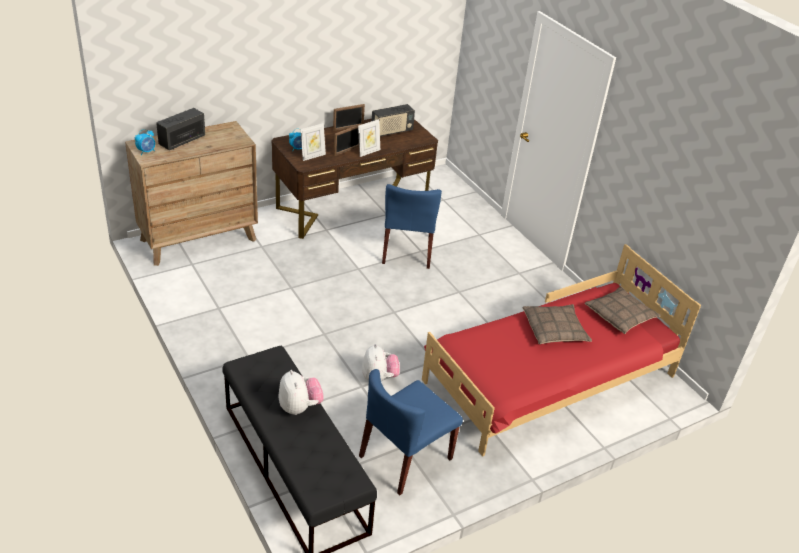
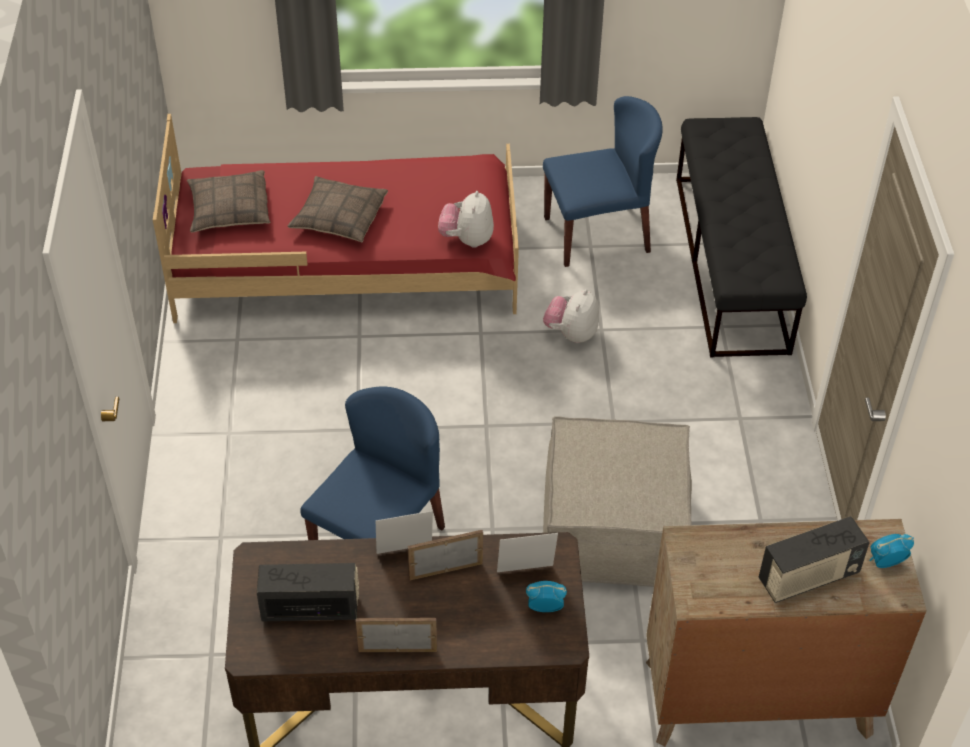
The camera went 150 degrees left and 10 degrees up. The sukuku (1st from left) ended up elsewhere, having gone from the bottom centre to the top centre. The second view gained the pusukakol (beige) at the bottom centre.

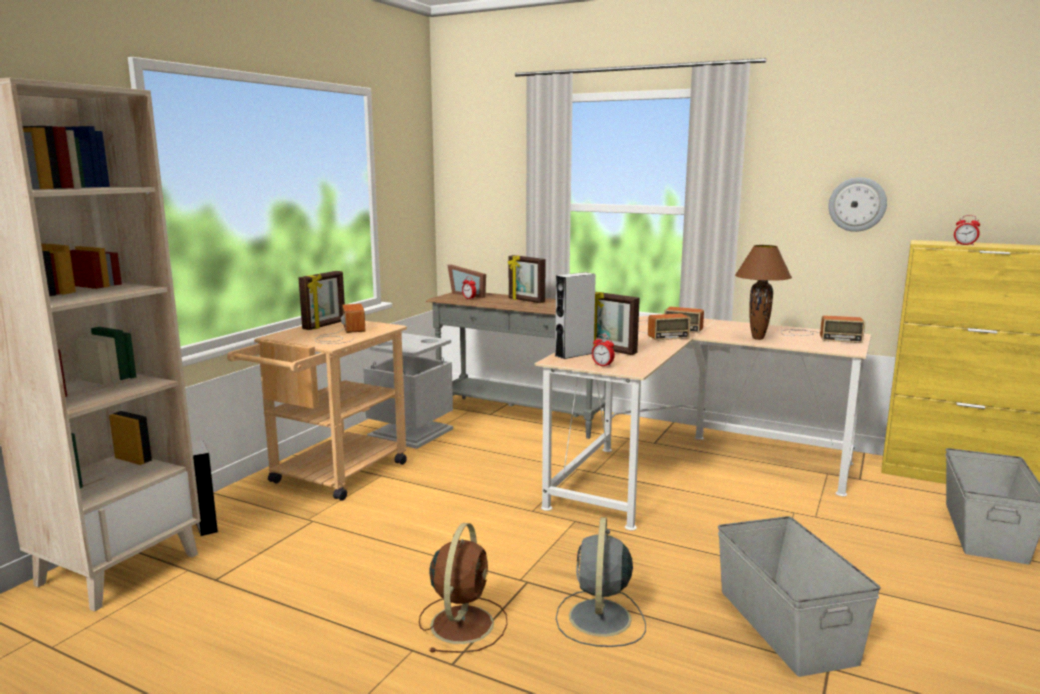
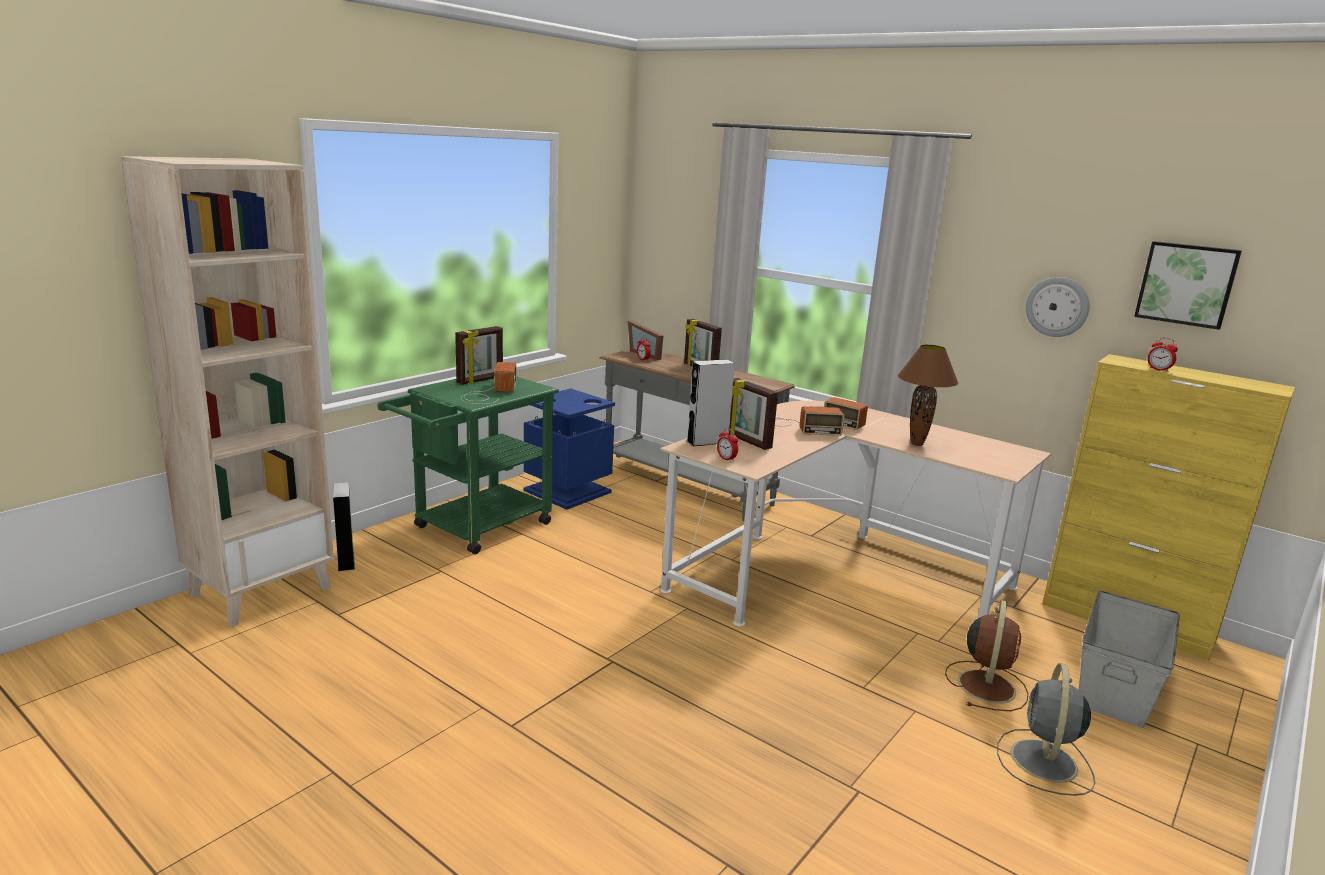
The camera went 10 degrees right and 5 degrees up. The second view lost the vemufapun (4th from left) at the middle right. What was the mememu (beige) at the middle left turned into the mememu (green) at the centre. What was the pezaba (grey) at the centre turned into the pezaba (blue) at the centre. The second view lost the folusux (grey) (1st from left) at the bottom right. The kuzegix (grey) ended up elsewhere, having gone from the bottom centre to the bottom right. The kuzegix (brown) ended up elsewhere, having gone from the bottom centre to the bottom right. The second view gained the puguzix at the top right.

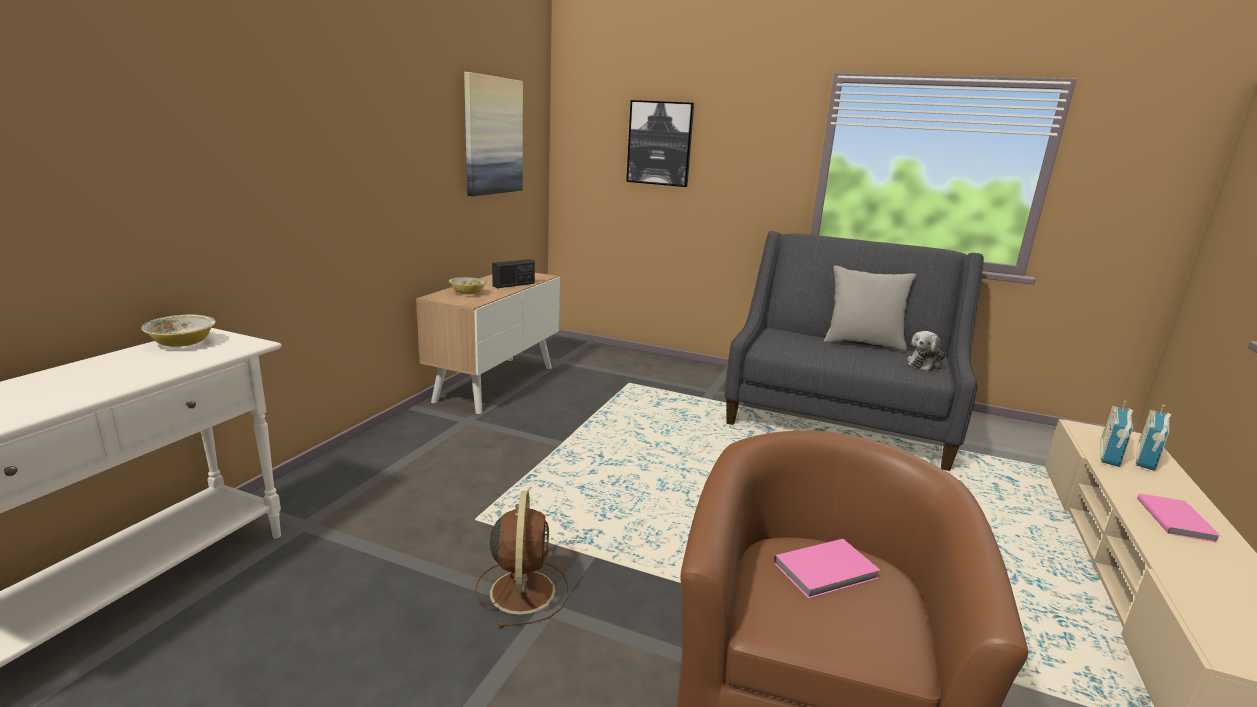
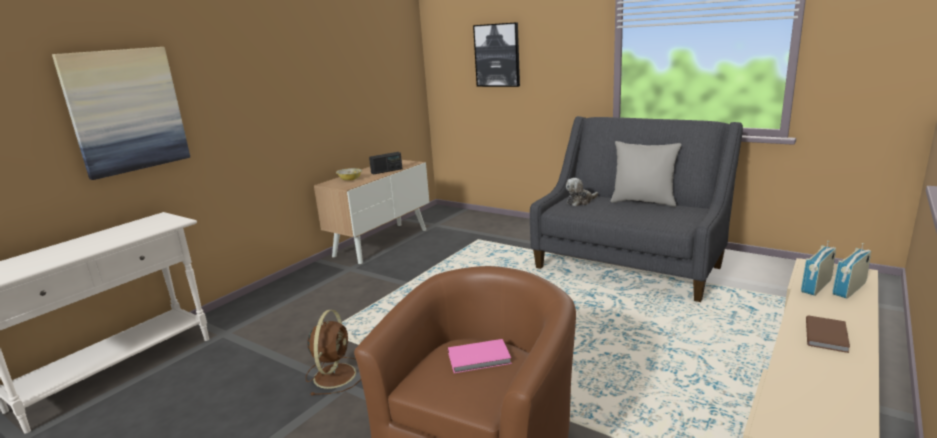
The camera went 15 degrees right and 0 degrees up. The puguzix (1st from left) ended up elsewhere, having gone from the top centre to the top left. The second view lost the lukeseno (1st from left) at the middle left. The sukuku ended up elsewhere, having gone from the middle right to the centre. What was the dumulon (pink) (2nd from left) at the bottom right turned into the dumulon (brown) at the bottom right.

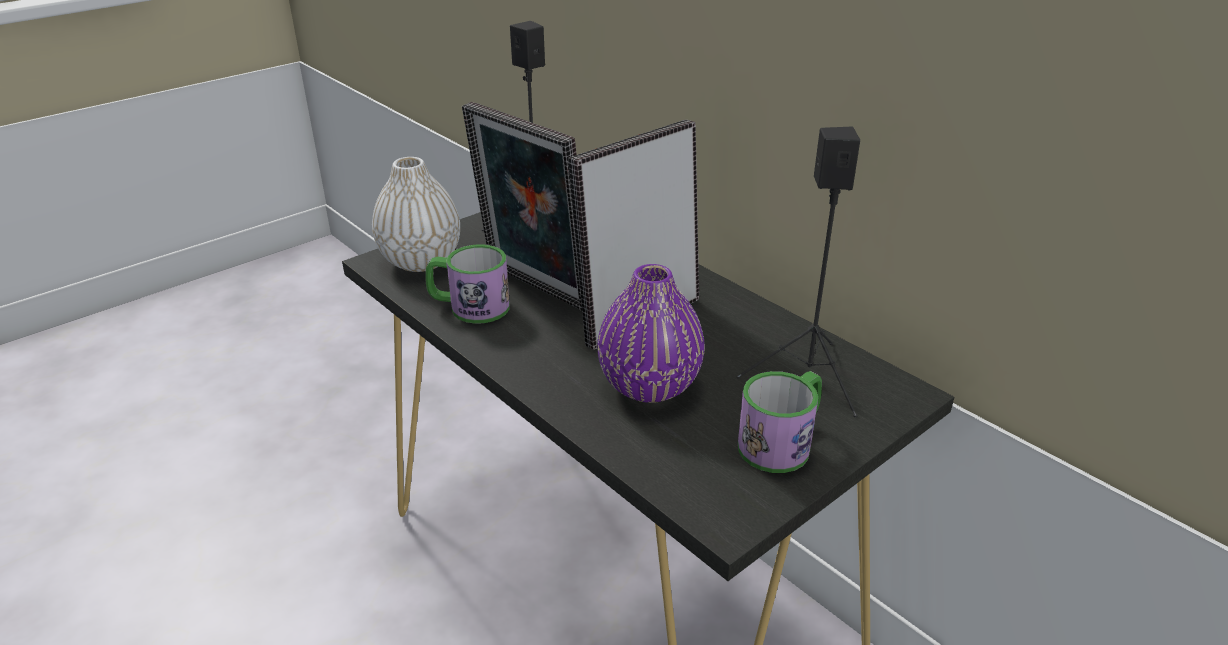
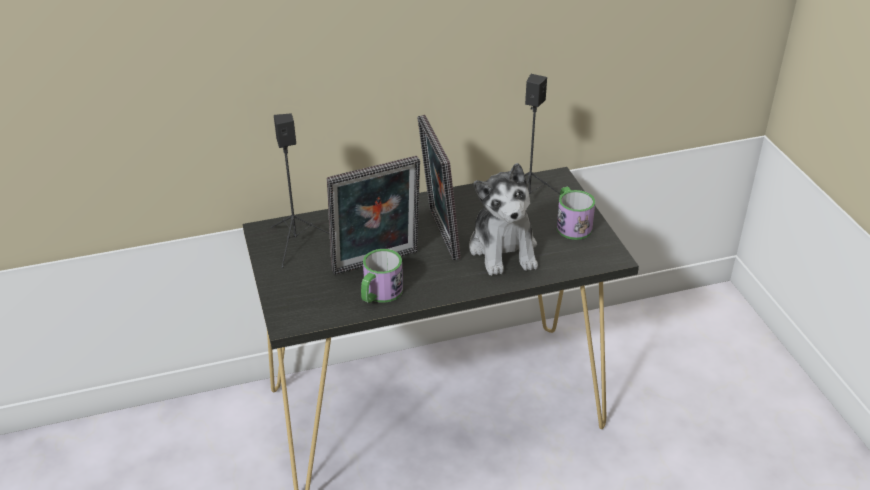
The camera went 65 degrees left and 5 degrees up. The second view lost the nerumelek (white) at the top centre. Where the nerumelek (purple) stood at the centre, the sukuku came to stand at the centre.

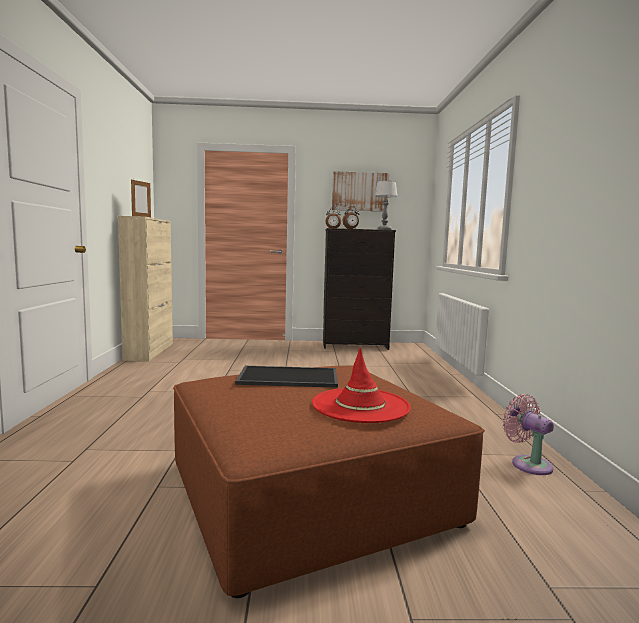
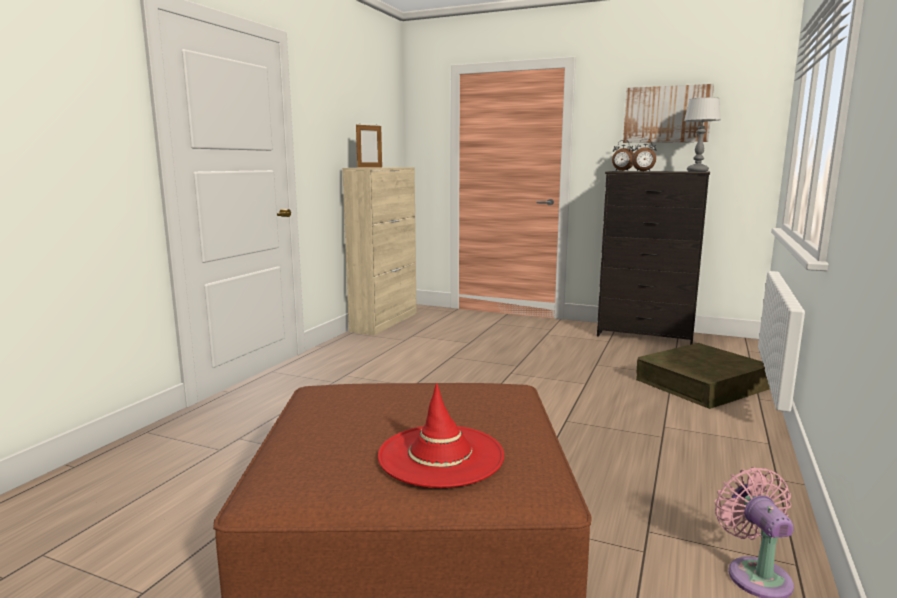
The camera went 25 degrees right and 5 degrees up. The second view lost the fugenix at the centre. The second view gained the folusux (brown) at the middle right.

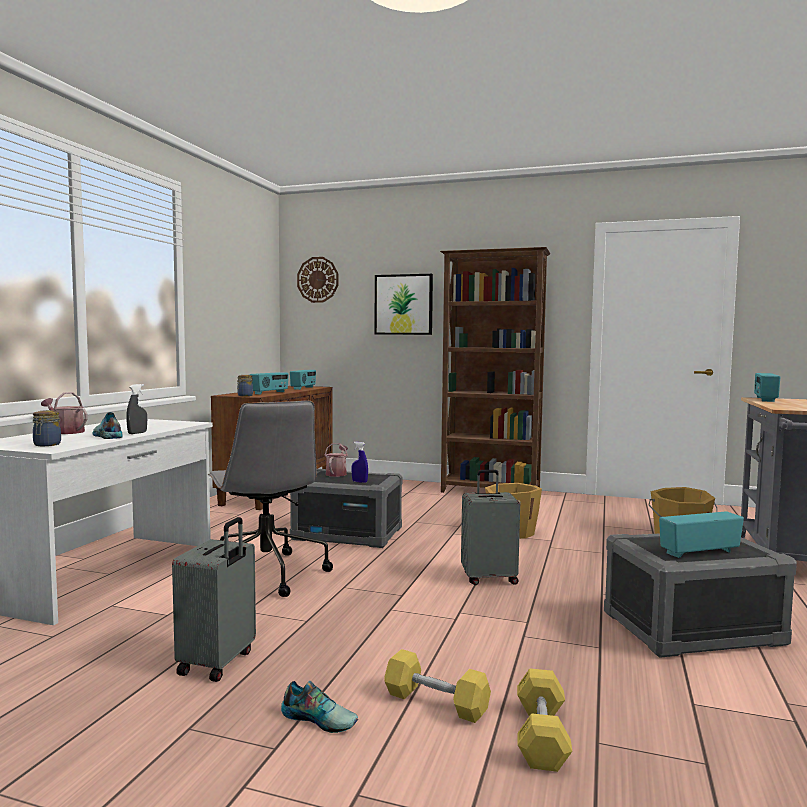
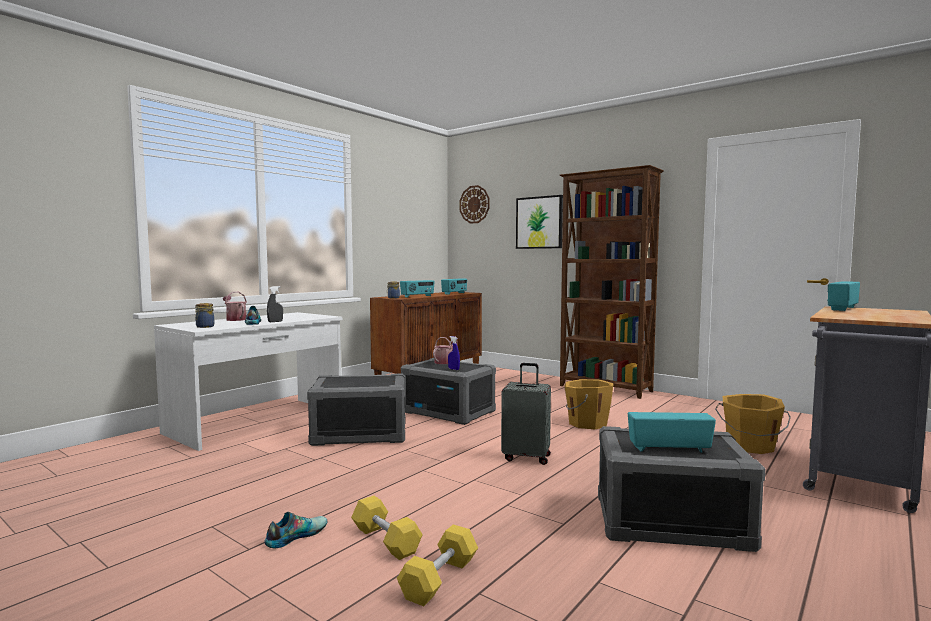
The camera went 20 degrees right and 0 degrees up. Where the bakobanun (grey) stood at the centre, the folusux (grey) (1st from left) came to stand at the centre. The second view lost the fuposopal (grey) (1st from left) at the bottom left. The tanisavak (2nd from left) at the bottom centre ended up facing another way, 90 degrees counterclockwise from before.

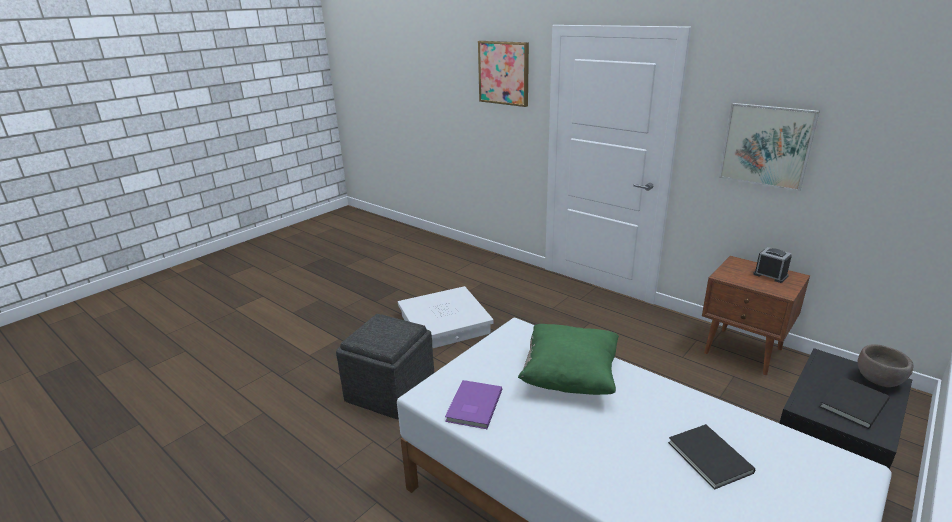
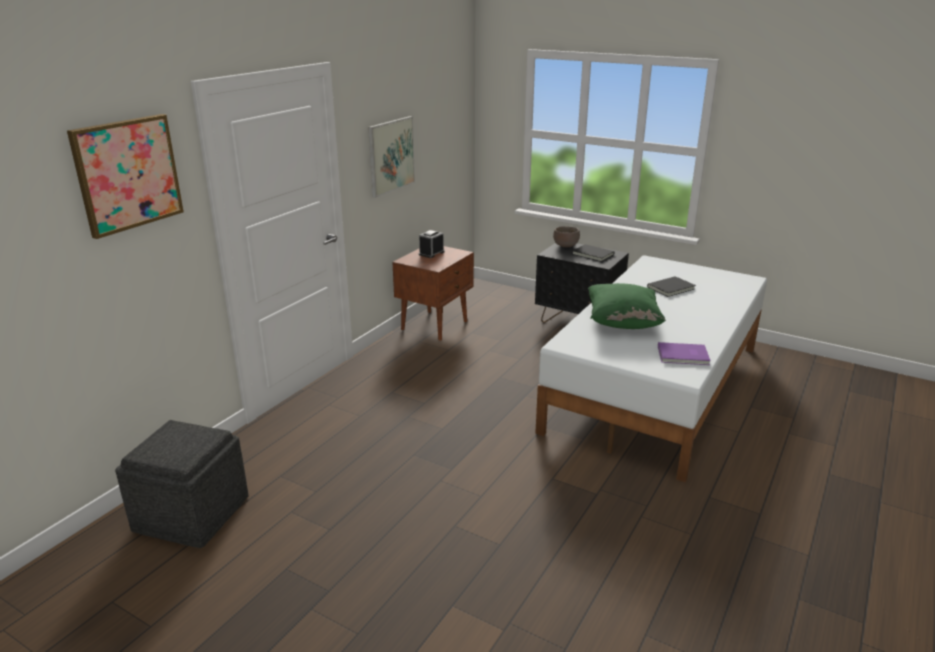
The camera went 100 degrees left and 0 degrees up. The second view lost the folusux (white) at the centre. The pusukakol (grey) ended up elsewhere, having gone from the bottom centre to the bottom left.

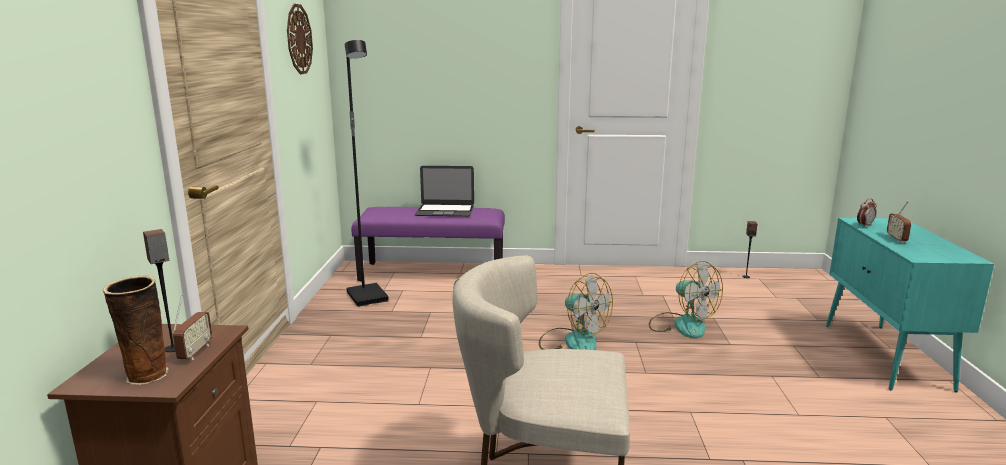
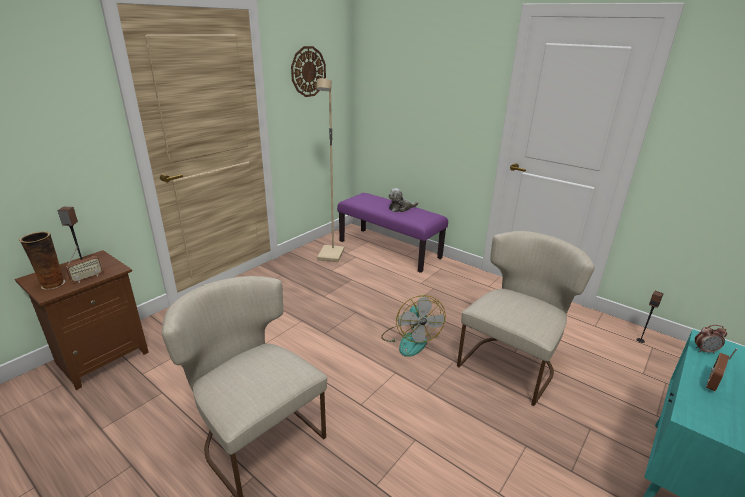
The camera went 35 degrees right and 10 degrees up. What was the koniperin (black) at the centre turned into the koniperin (beige) at the centre. Where the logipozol stood at the centre, the sukuku came to stand at the centre. Where the kuzegix (2nd from left) stood at the middle right, the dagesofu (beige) (2nd from left) came to stand at the middle right.

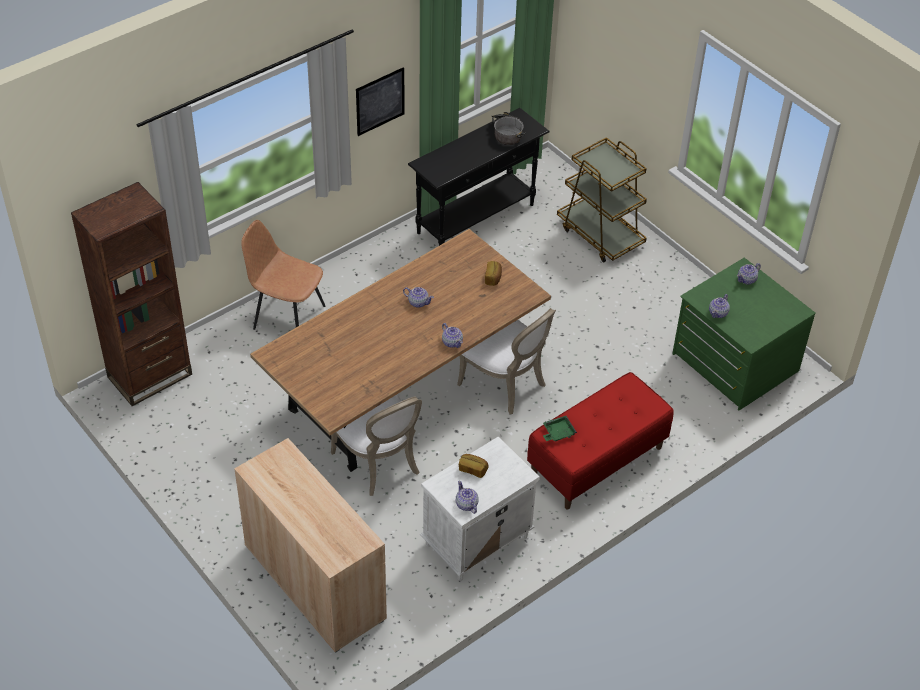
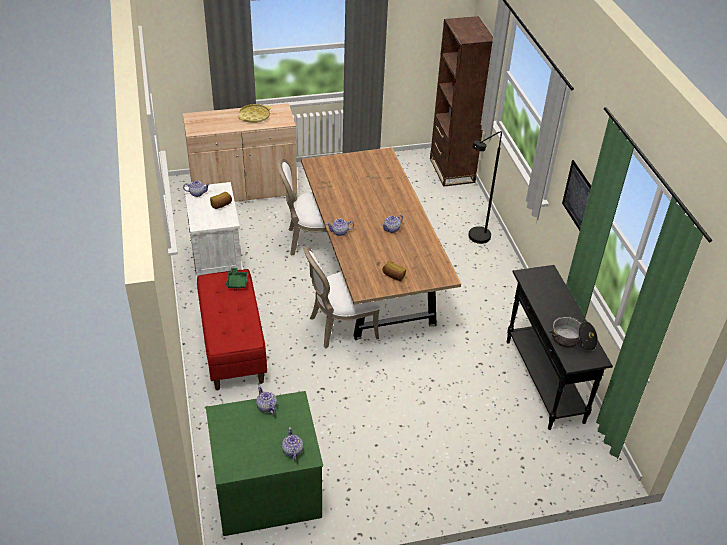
The camera went 115 degrees right and 5 degrees down. The second view lost the mememu (brown) at the top centre. Where the dagesofu (brown) stood at the middle left, the koniperin (black) came to stand at the middle right. The second view gained the fugenix (yellow) at the top centre.

